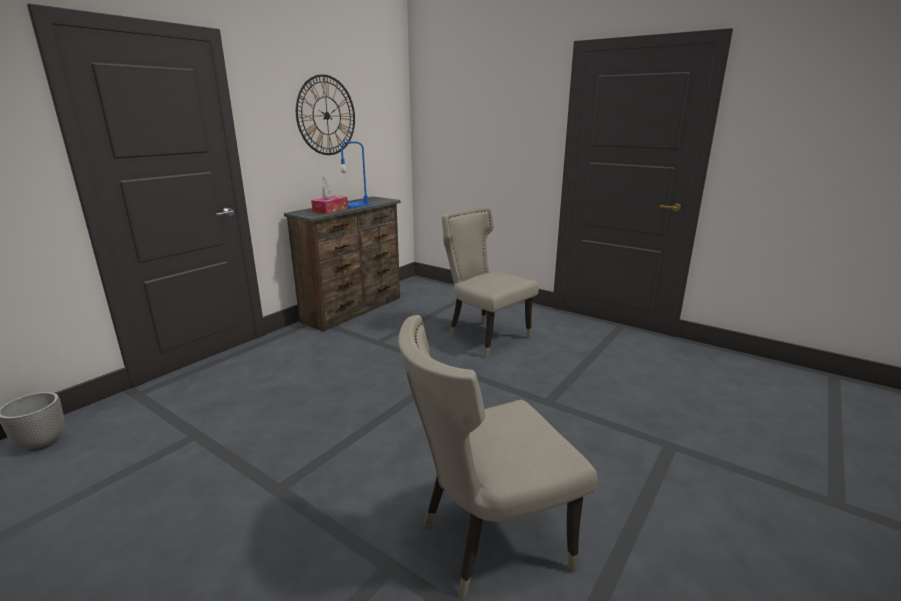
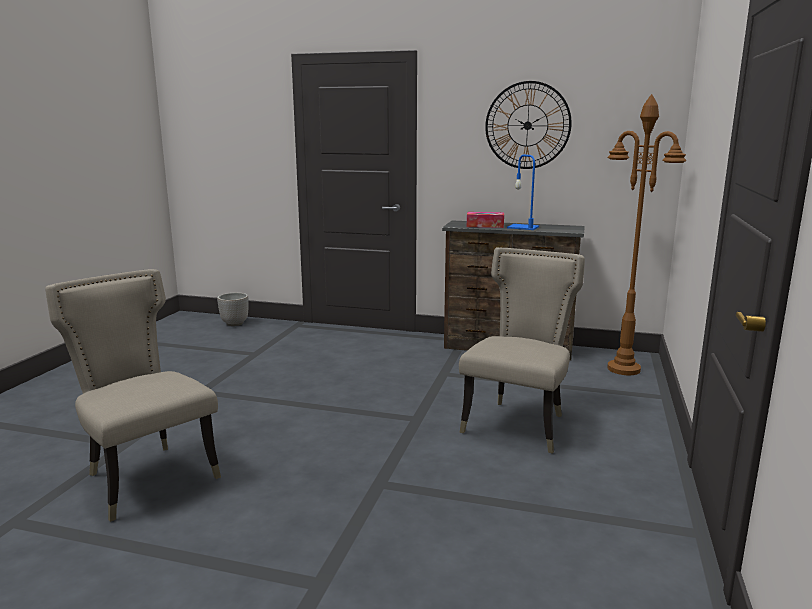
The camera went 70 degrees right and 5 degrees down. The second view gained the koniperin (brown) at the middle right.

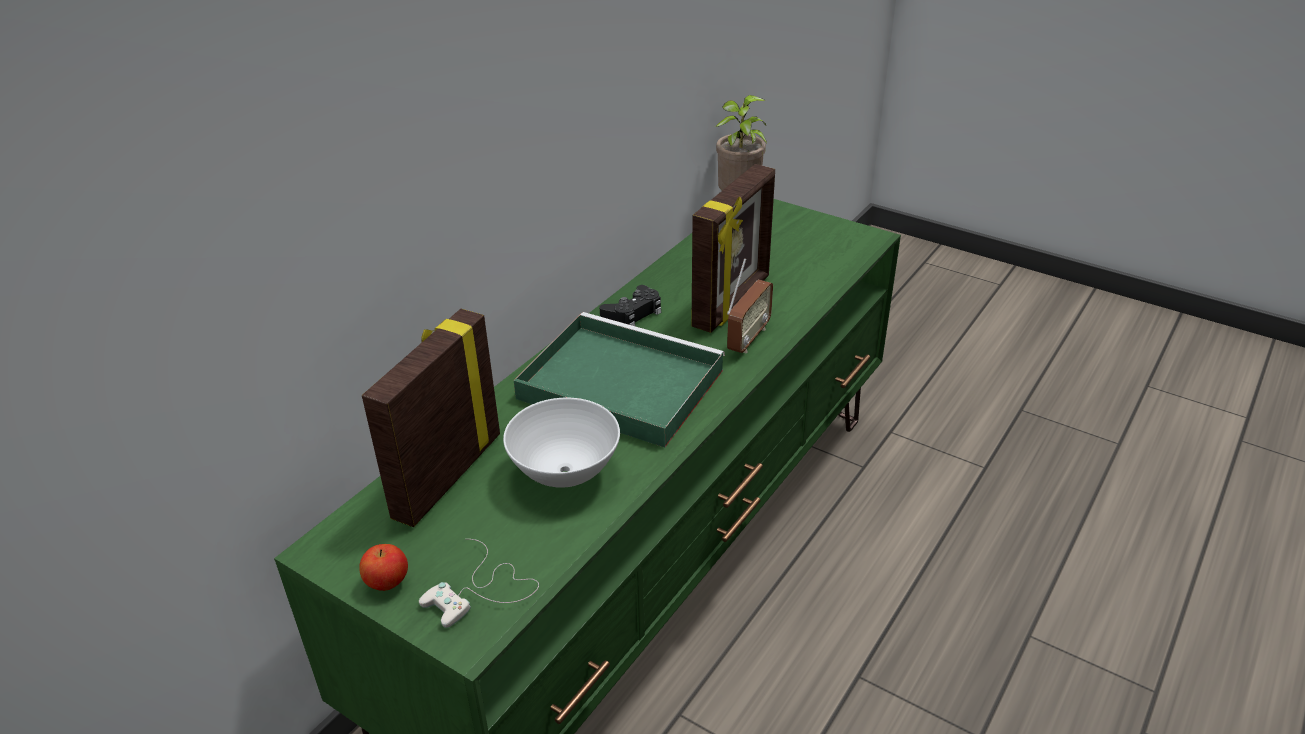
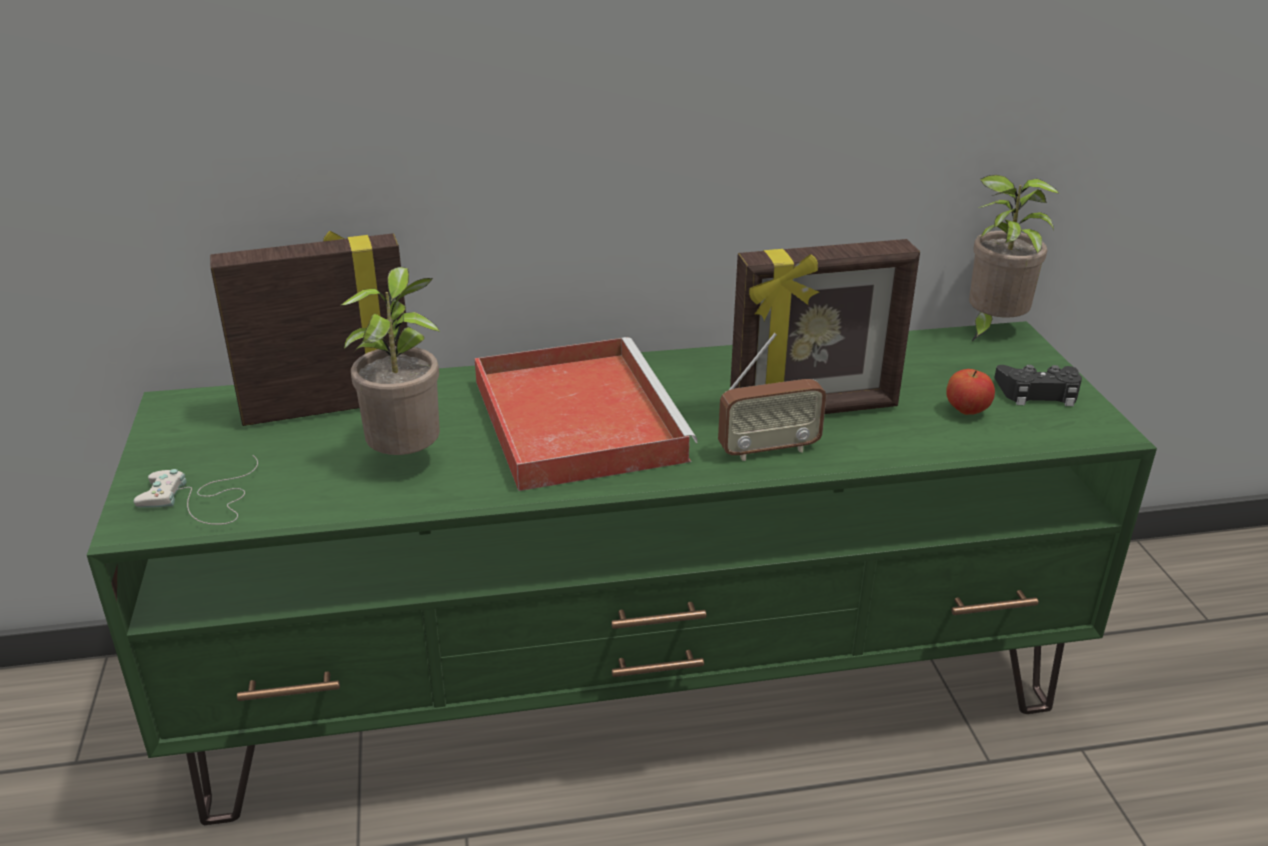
The camera went 45 degrees right and 5 degrees down. The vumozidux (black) ended up elsewhere, having gone from the centre to the middle right. What was the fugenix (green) at the centre turned into the fugenix (red) at the centre. Where the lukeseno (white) stood at the centre, the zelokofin (1st from left) came to stand at the middle left. The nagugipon ended up elsewhere, having gone from the bottom left to the middle right.

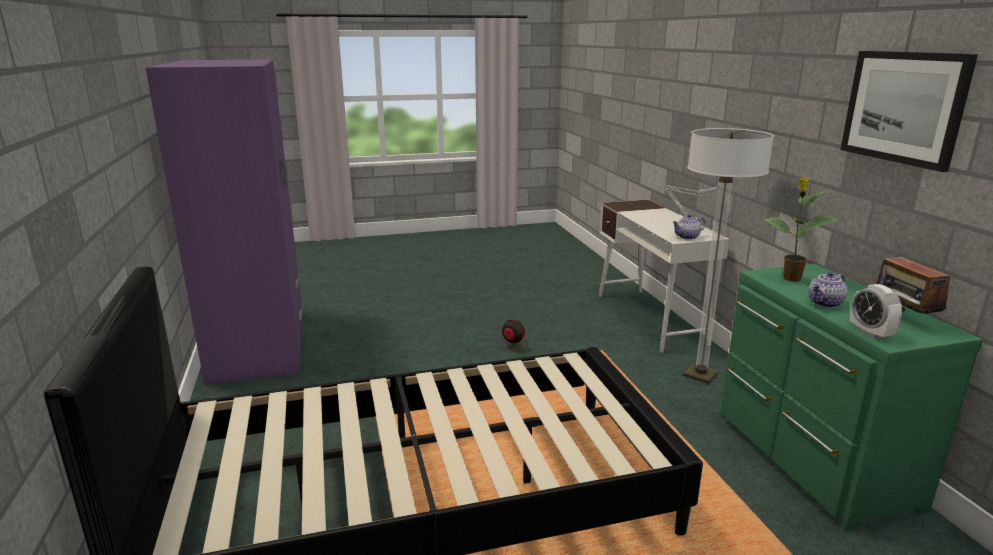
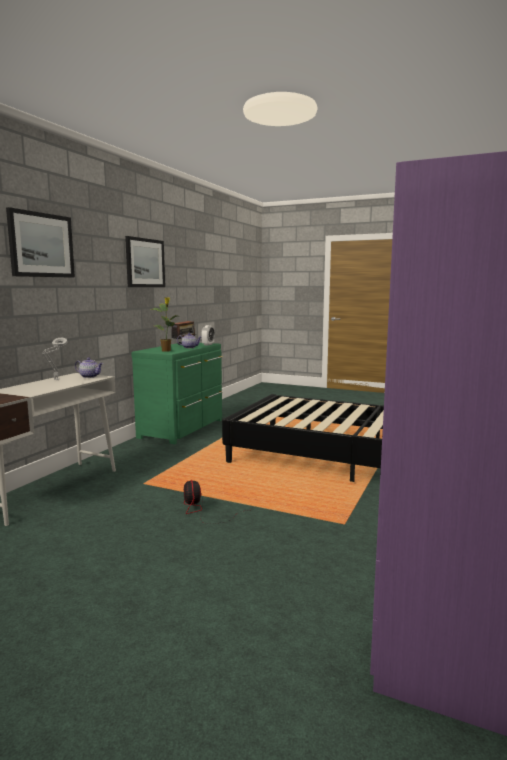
The camera went 140 degrees left and 10 degrees down. The second view lost the koniperin at the middle right. The second view gained the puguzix (1st from left) at the top left.

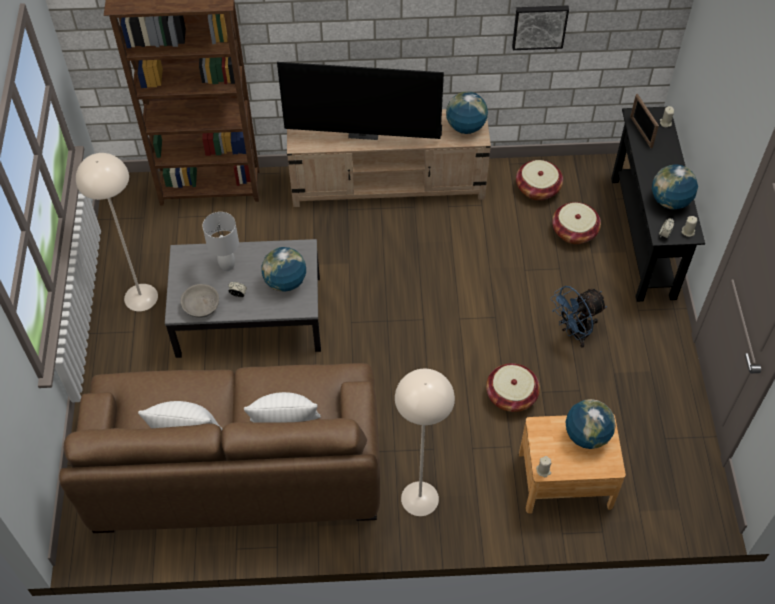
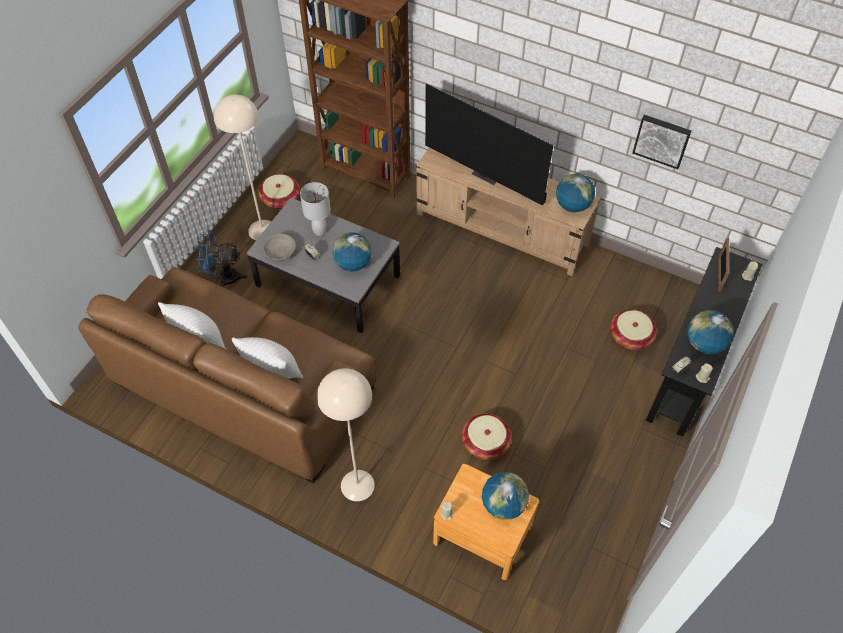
The camera went 30 degrees right and 0 degrees up. The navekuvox (2nd from left in the first image) ended up elsewhere, having gone from the top right to the top left. The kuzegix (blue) ended up elsewhere, having gone from the middle right to the middle left.

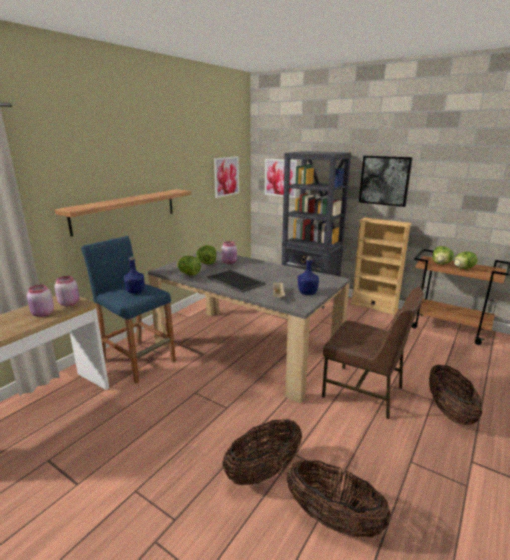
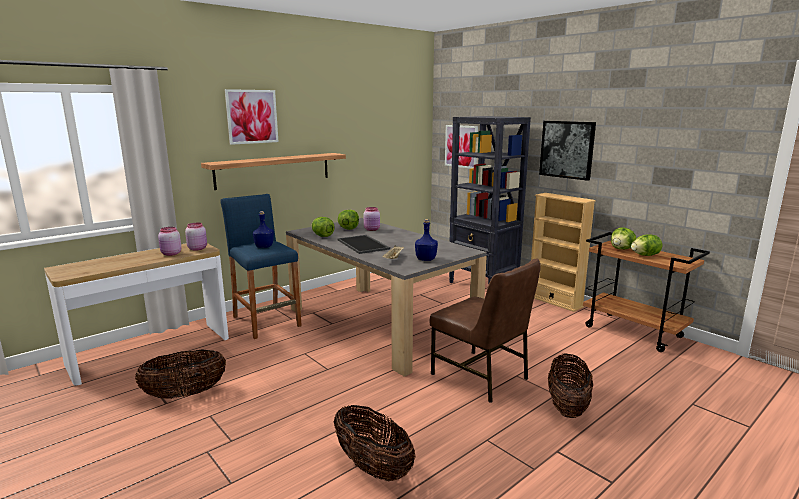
The camera went 15 degrees right and 5 degrees down. The puguzix (1st from left) ended up elsewhere, having gone from the top centre to the top left. The navekuvox (1st from left) ended up elsewhere, having gone from the bottom centre to the bottom left.

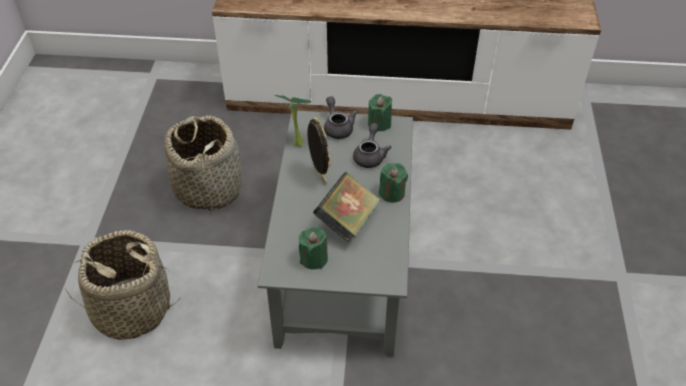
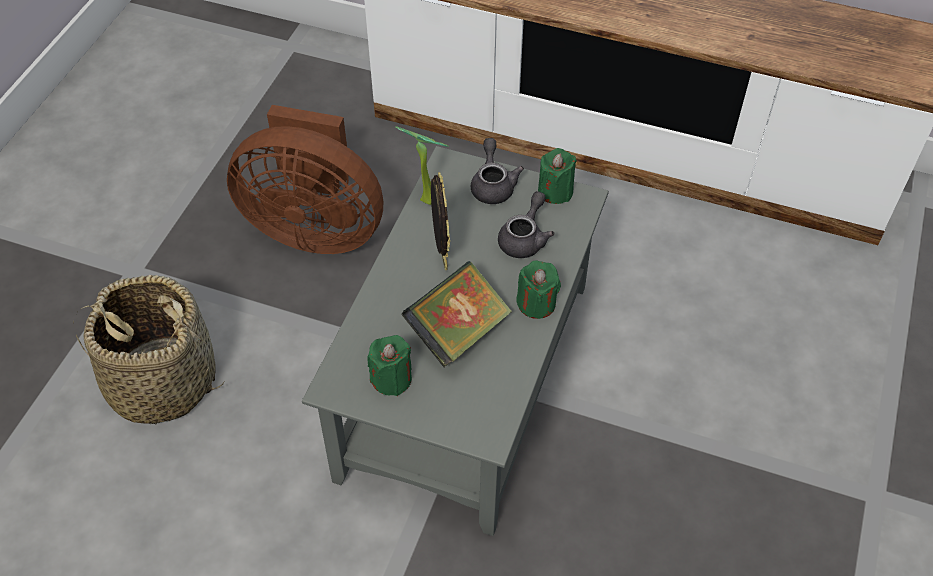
The camera went 15 degrees right and 5 degrees up. Where the navekuvox (2nd from left) stood at the middle left, the kuzegix (brown) came to stand at the top left.

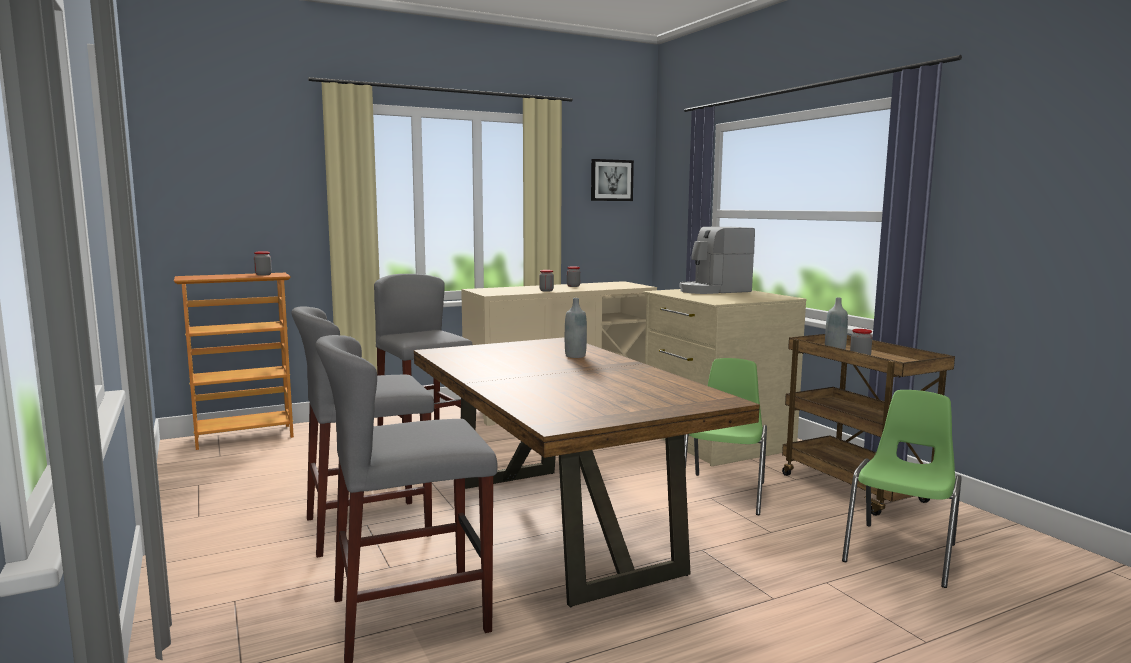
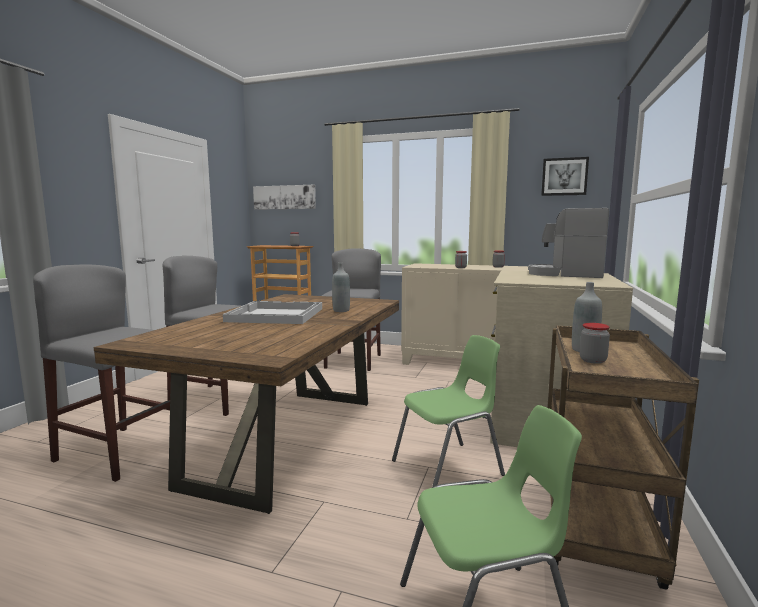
The camera went 45 degrees right and 0 degrees up. The second view gained the puguzix (1st from left) at the top centre. The second view gained the fugenix (white) at the centre.

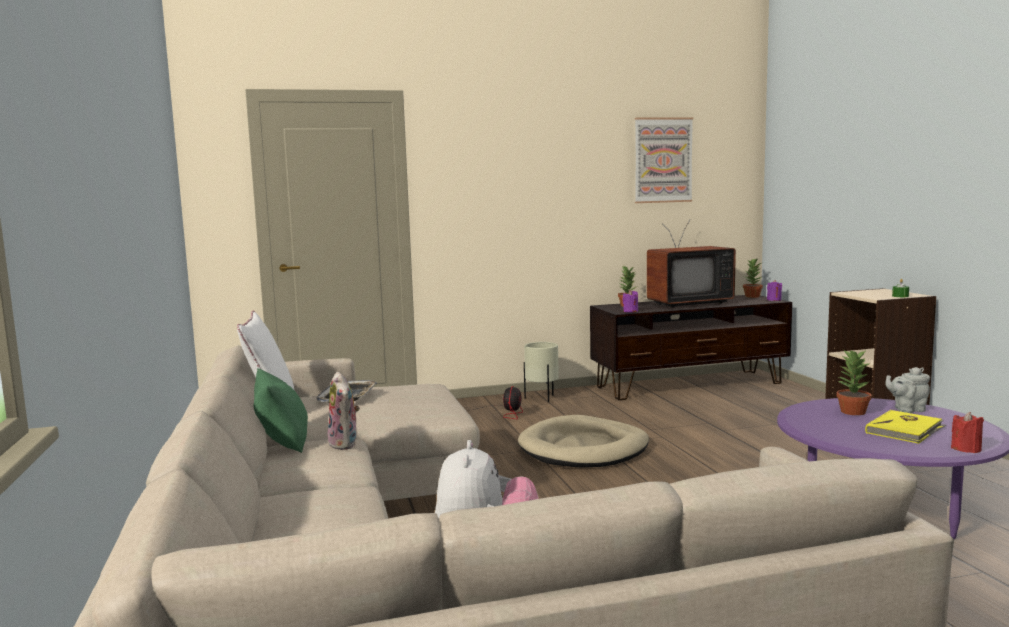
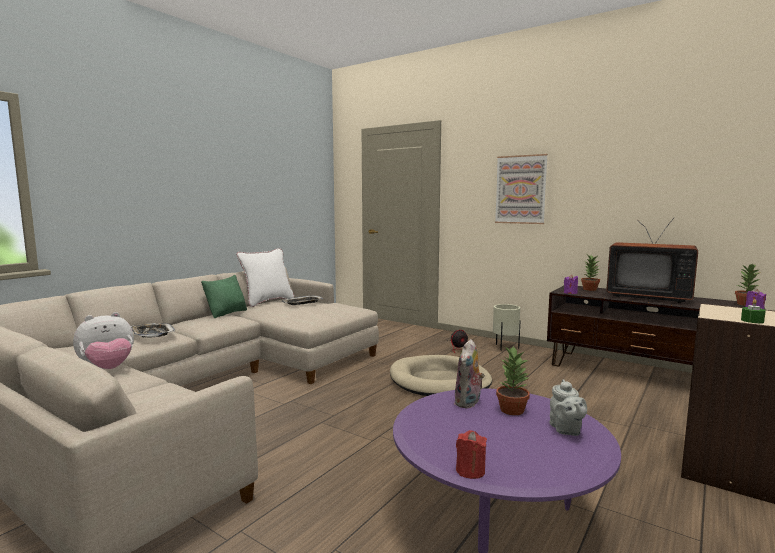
The camera went 50 degrees right and 0 degrees up. The puguzix ended up elsewhere, having gone from the top centre to the middle right. The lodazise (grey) at the middle right ended up facing another way, 135 degrees counterclockwise from before. The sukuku (1st from left in the first image) ended up elsewhere, having gone from the centre to the bottom centre. The second view lost the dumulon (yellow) at the bottom right. The second view gained the fugenix (1st from left) at the middle left.

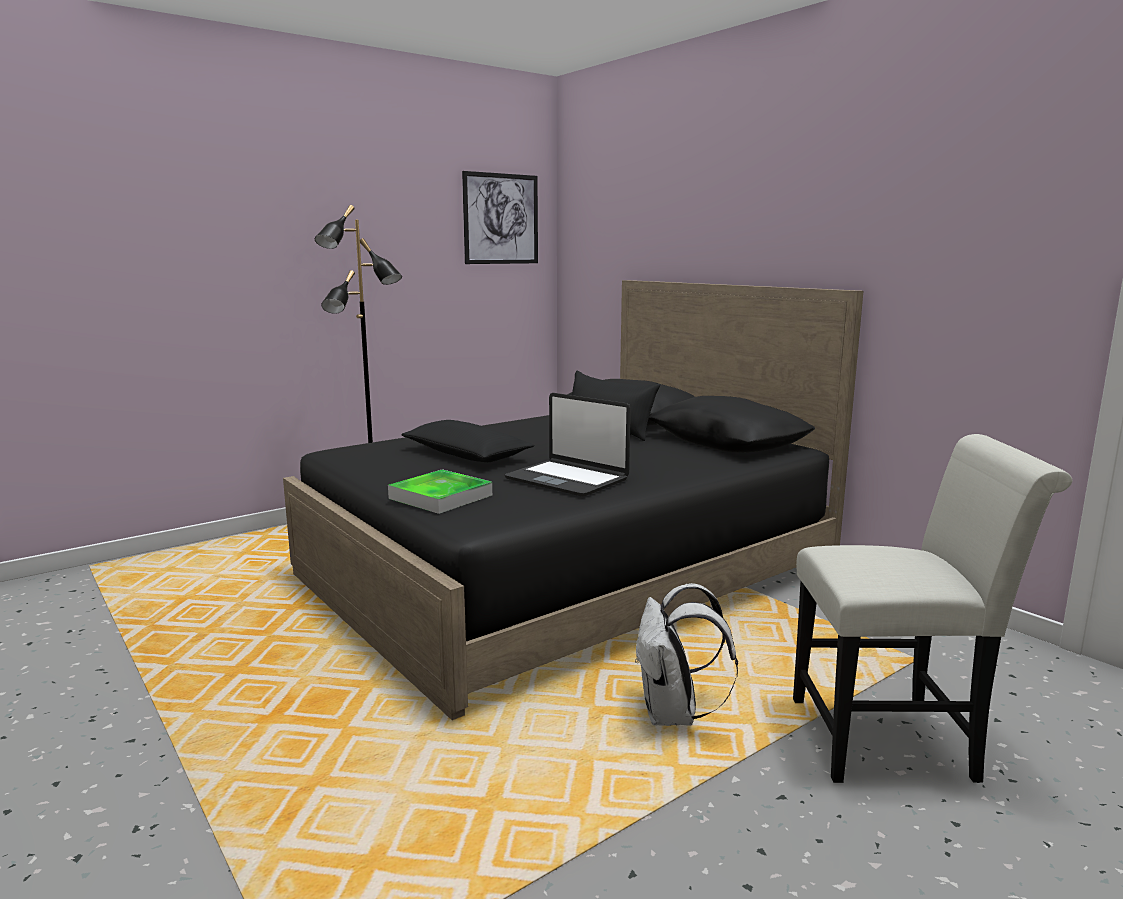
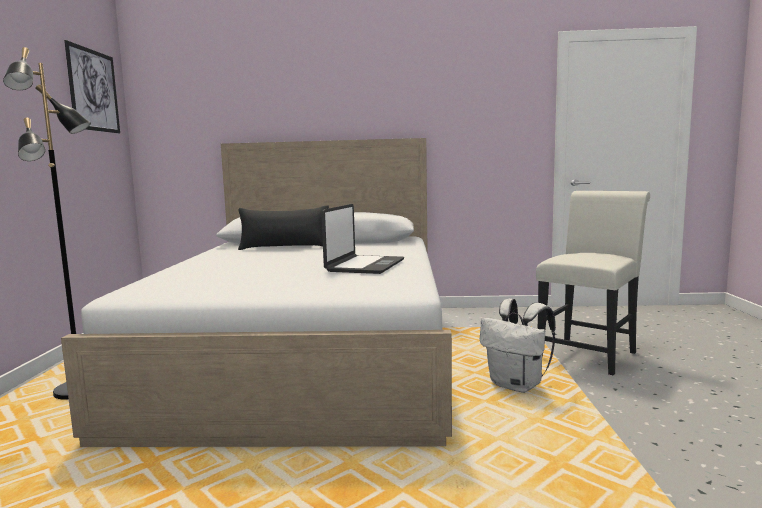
The camera went 50 degrees left and 5 degrees down. What was the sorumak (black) at the centre turned into the sorumak (white) at the centre. The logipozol at the centre ended up facing another way, 60 degrees counterclockwise from before. The second view lost the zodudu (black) (1st from left) at the centre. The second view lost the fugenix at the centre.

